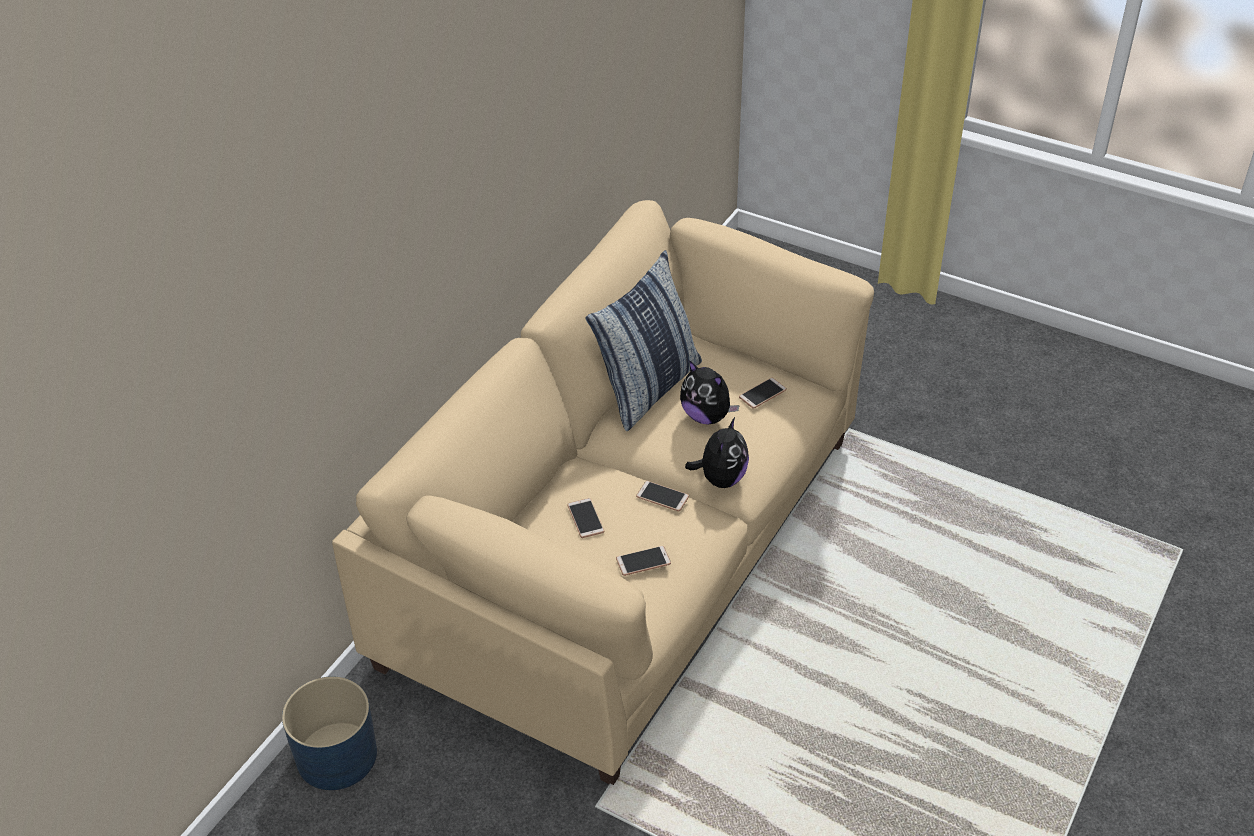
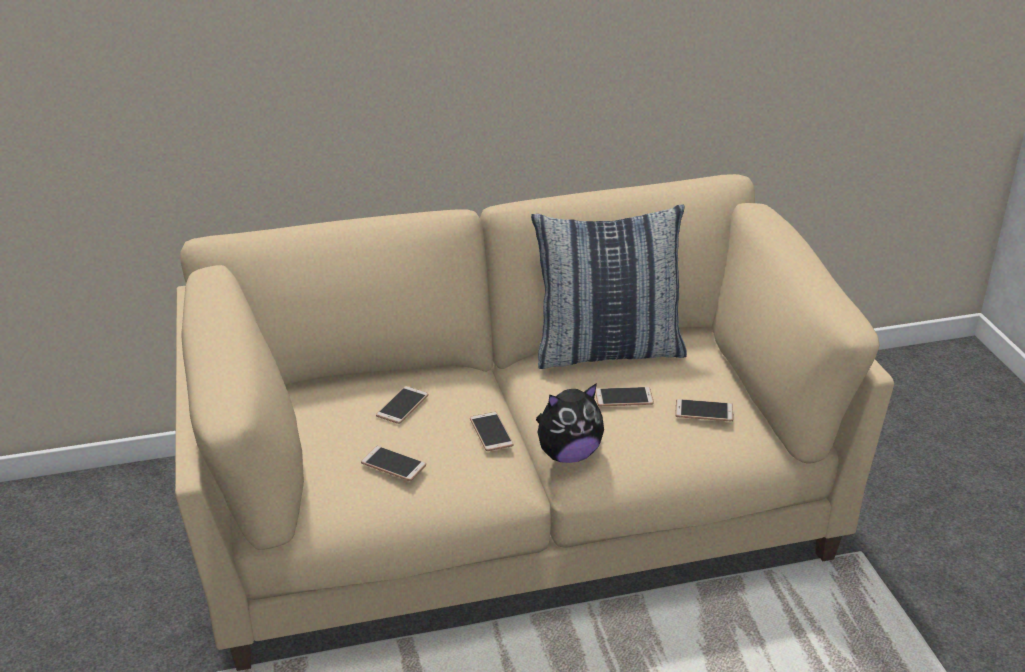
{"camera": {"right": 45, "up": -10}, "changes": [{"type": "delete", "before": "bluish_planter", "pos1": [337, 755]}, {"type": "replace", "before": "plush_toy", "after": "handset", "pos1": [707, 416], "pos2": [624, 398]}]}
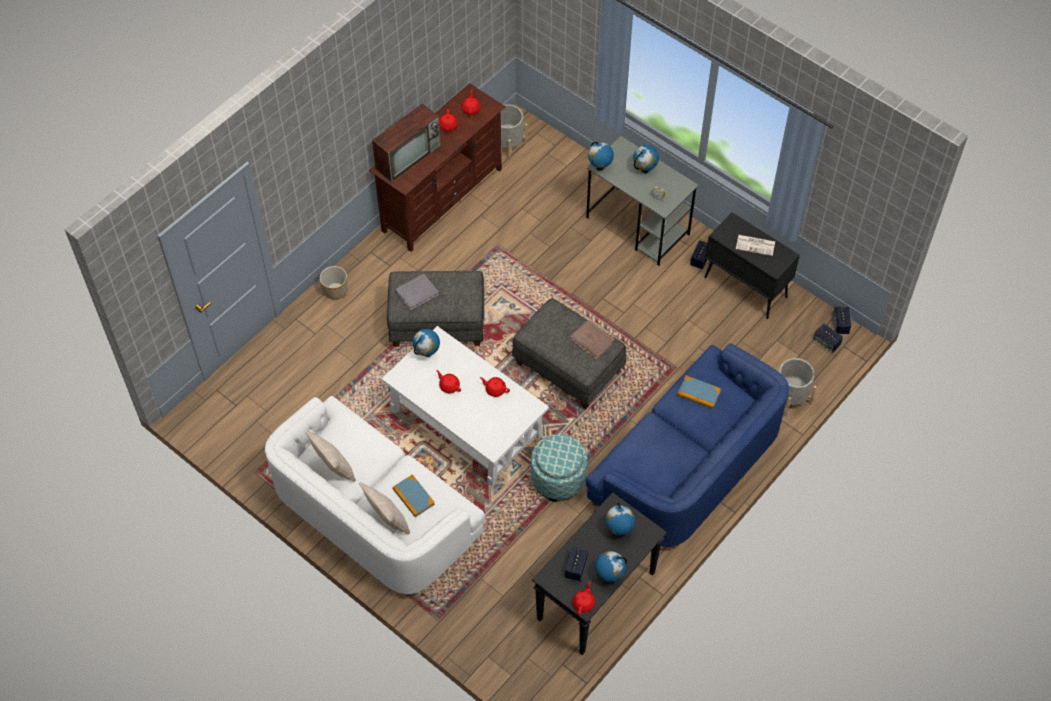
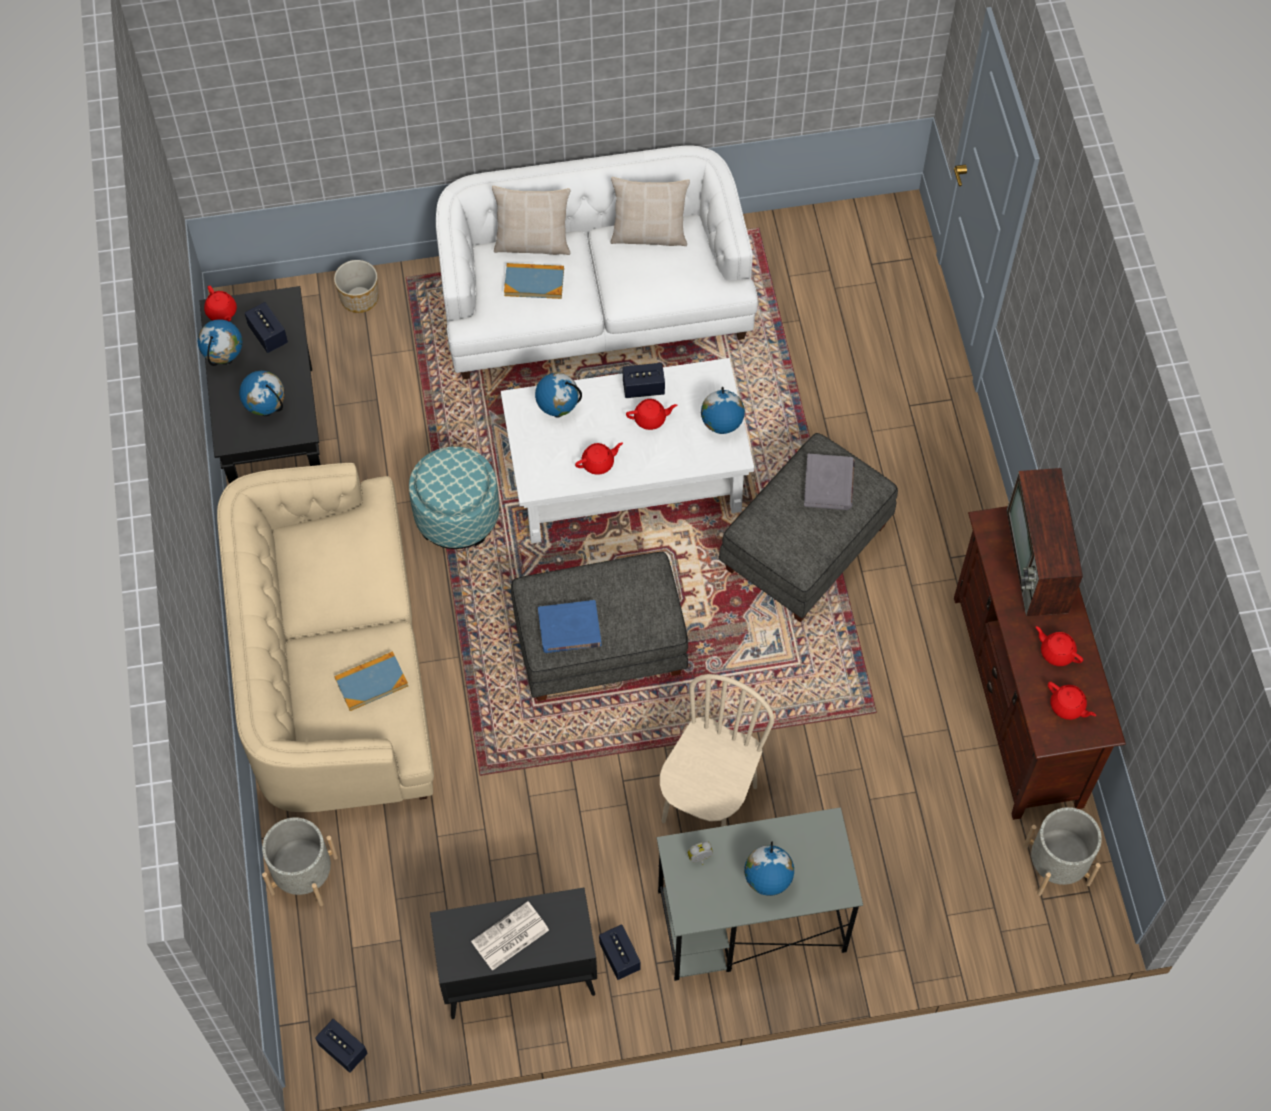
{"camera": {"right": 130, "up": 5}, "changes": [{"type": "insert", "after": "beige-coloured_plain_chair", "pos2": [708, 803]}, {"type": "move", "before": "planter", "pos1": [335, 290], "pos2": [360, 298]}, {"type": "move", "before": "globe", "pos1": [600, 167], "pos2": [558, 411]}, {"type": "move", "before": "audio_speaker", "pos1": [826, 342], "pos2": [643, 388]}, {"type": "recolor", "before": "brown-coloured_volume", "after": "bluish_volume", "pos1": [592, 340], "pos2": [569, 629]}, {"type": "recolor", "before": "bluish_sofa", "after": "beige-coloured_sofa", "pos1": [687, 465], "pos2": [336, 669]}]}
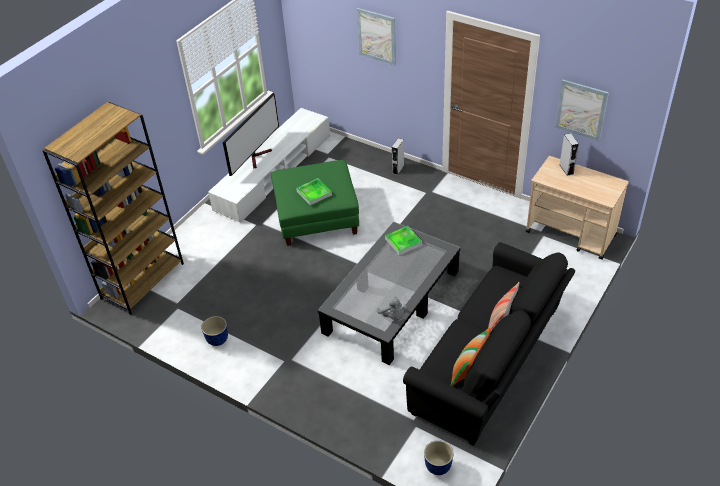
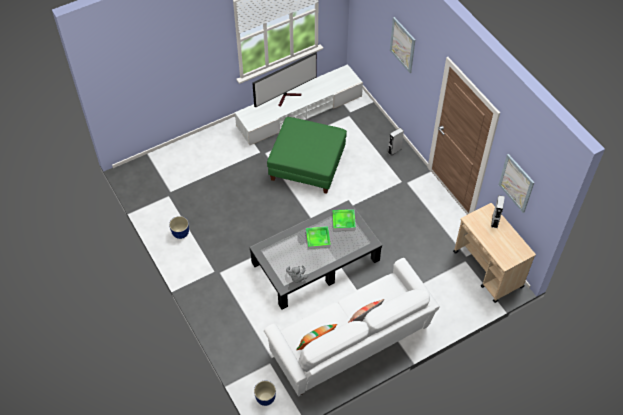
{"camera": {"right": 25, "up": 10}, "changes": [{"type": "delete", "before": "brown-coloured_bookshelf", "pos1": [143, 280]}, {"type": "move", "before": "tray", "pos1": [314, 193], "pos2": [318, 238]}, {"type": "recolor", "before": "blackish_sofa", "after": "white_sofa", "pos1": [491, 363], "pos2": [352, 343]}]}
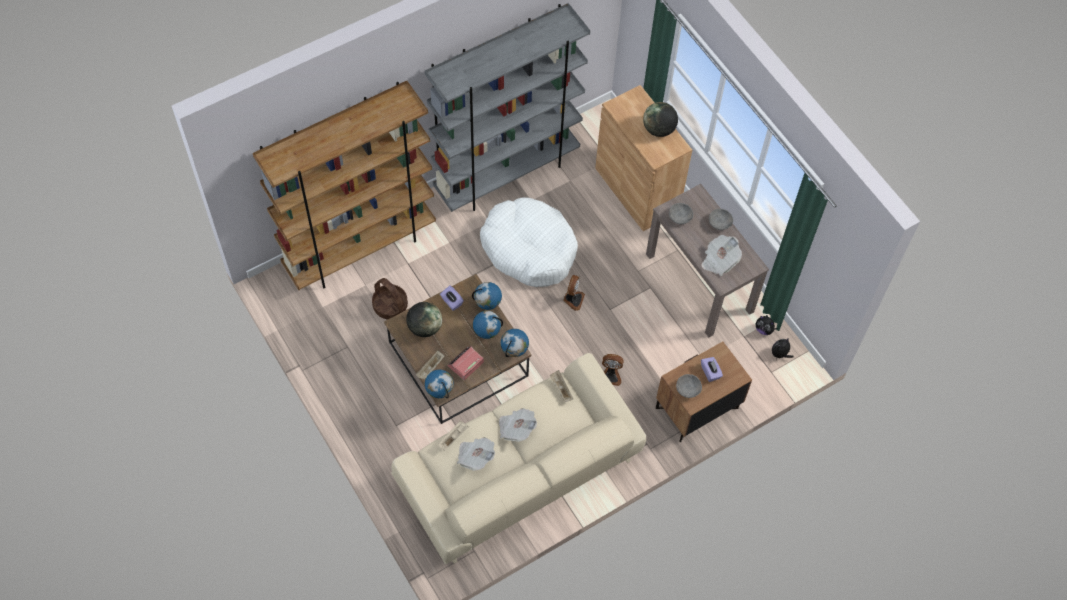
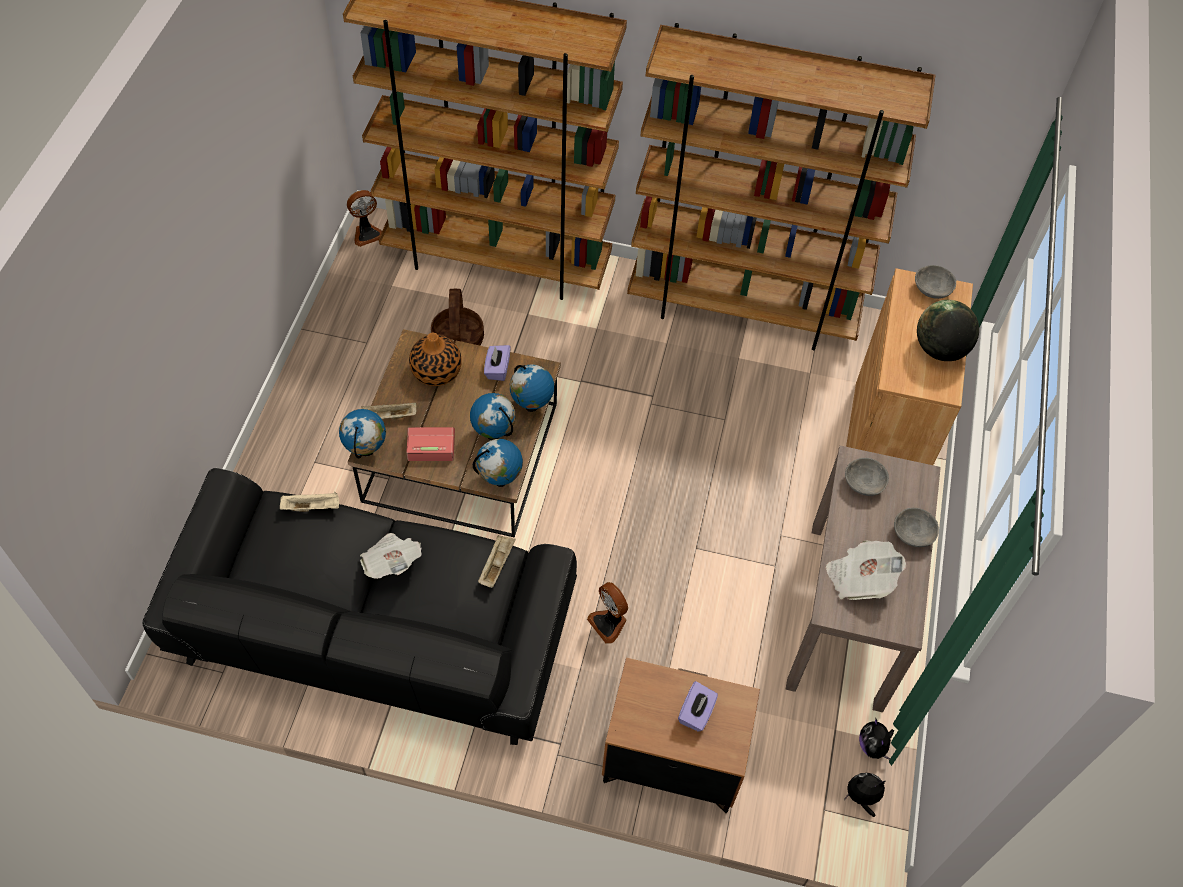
{"camera": {"right": 45, "up": -5}, "changes": [{"type": "delete", "before": "printed_paper", "pos1": [475, 457]}, {"type": "delete", "before": "white_pet_bed", "pos1": [529, 249]}, {"type": "move", "before": "fan", "pos1": [573, 299], "pos2": [367, 233]}, {"type": "move", "before": "grey_bowl", "pos1": [687, 390], "pos2": [931, 290]}, {"type": "replace", "before": "globe", "after": "vase", "pos1": [425, 328], "pos2": [436, 371]}, {"type": "recolor", "before": "beige-coloured_sofa", "after": "blackish_sofa", "pos1": [518, 473], "pos2": [373, 633]}, {"type": "recolor", "before": "grey_bookshelf", "after": "brown-coloured_bookshelf", "pos1": [507, 173], "pos2": [743, 310]}]}
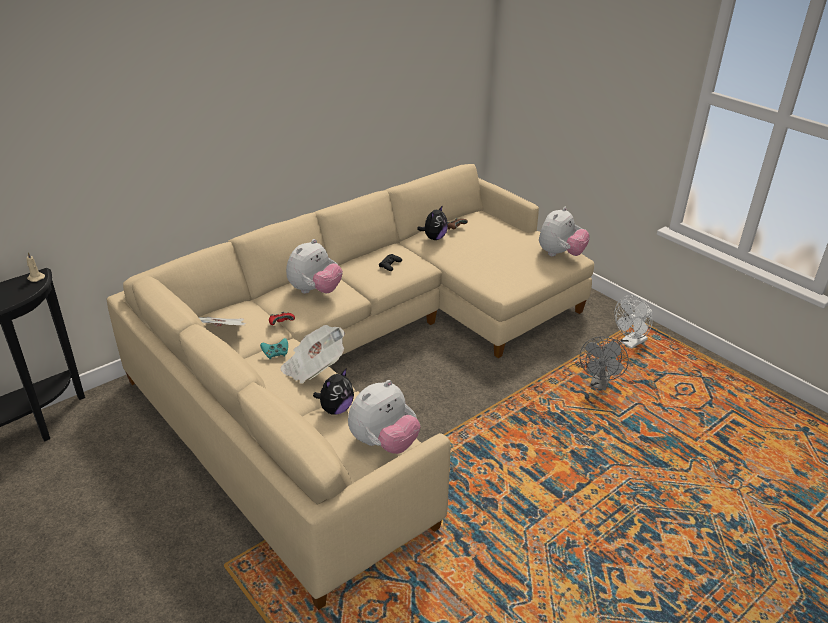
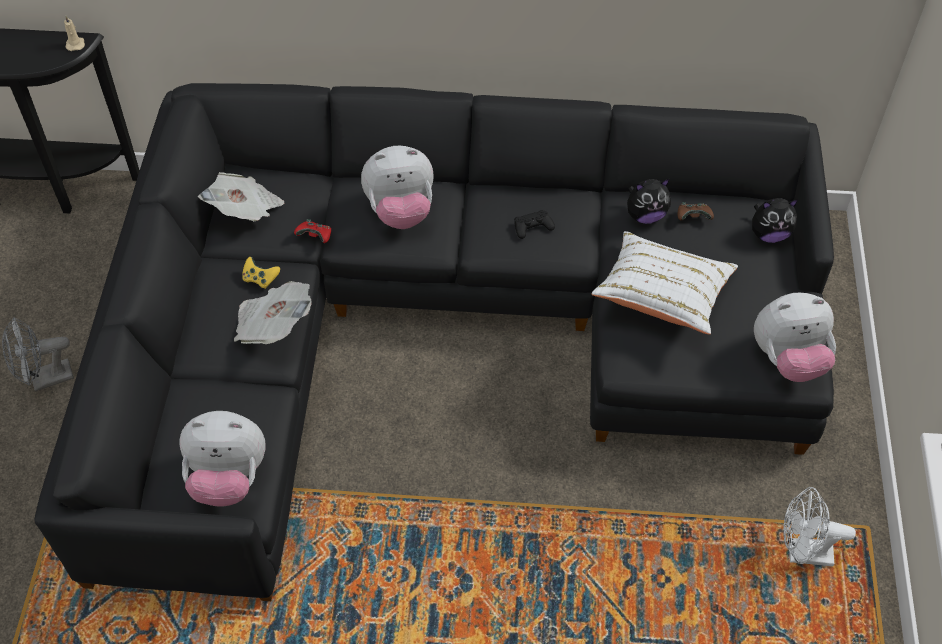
{"camera": {"right": 45, "up": 20}, "changes": [{"type": "insert", "after": "white_pillow", "pos2": [662, 296]}, {"type": "move", "before": "plush_toy", "pos1": [335, 409], "pos2": [769, 234]}, {"type": "move", "before": "grey_fan", "pos1": [599, 384], "pos2": [45, 379]}, {"type": "recolor", "before": "beige-coloured_sofa", "after": "blackish_sofa", "pos1": [363, 361], "pos2": [438, 329]}, {"type": "recolor", "before": "blue-green_game_controller", "after": "yellowish_game_controller", "pos1": [275, 354], "pos2": [260, 279]}]}
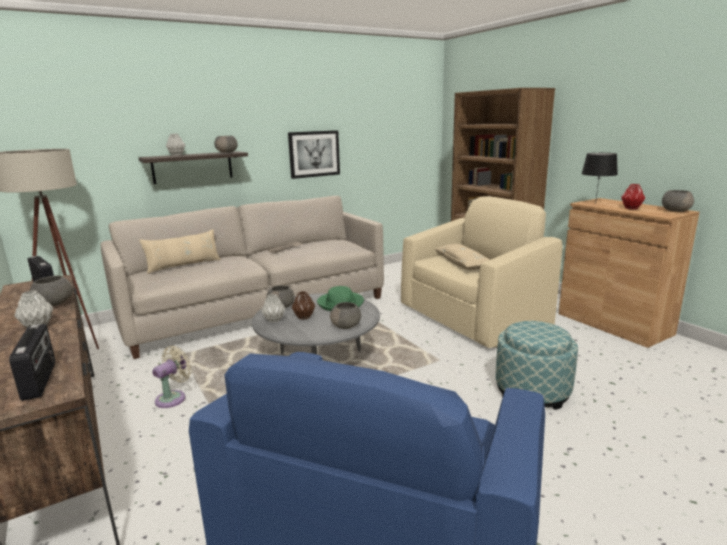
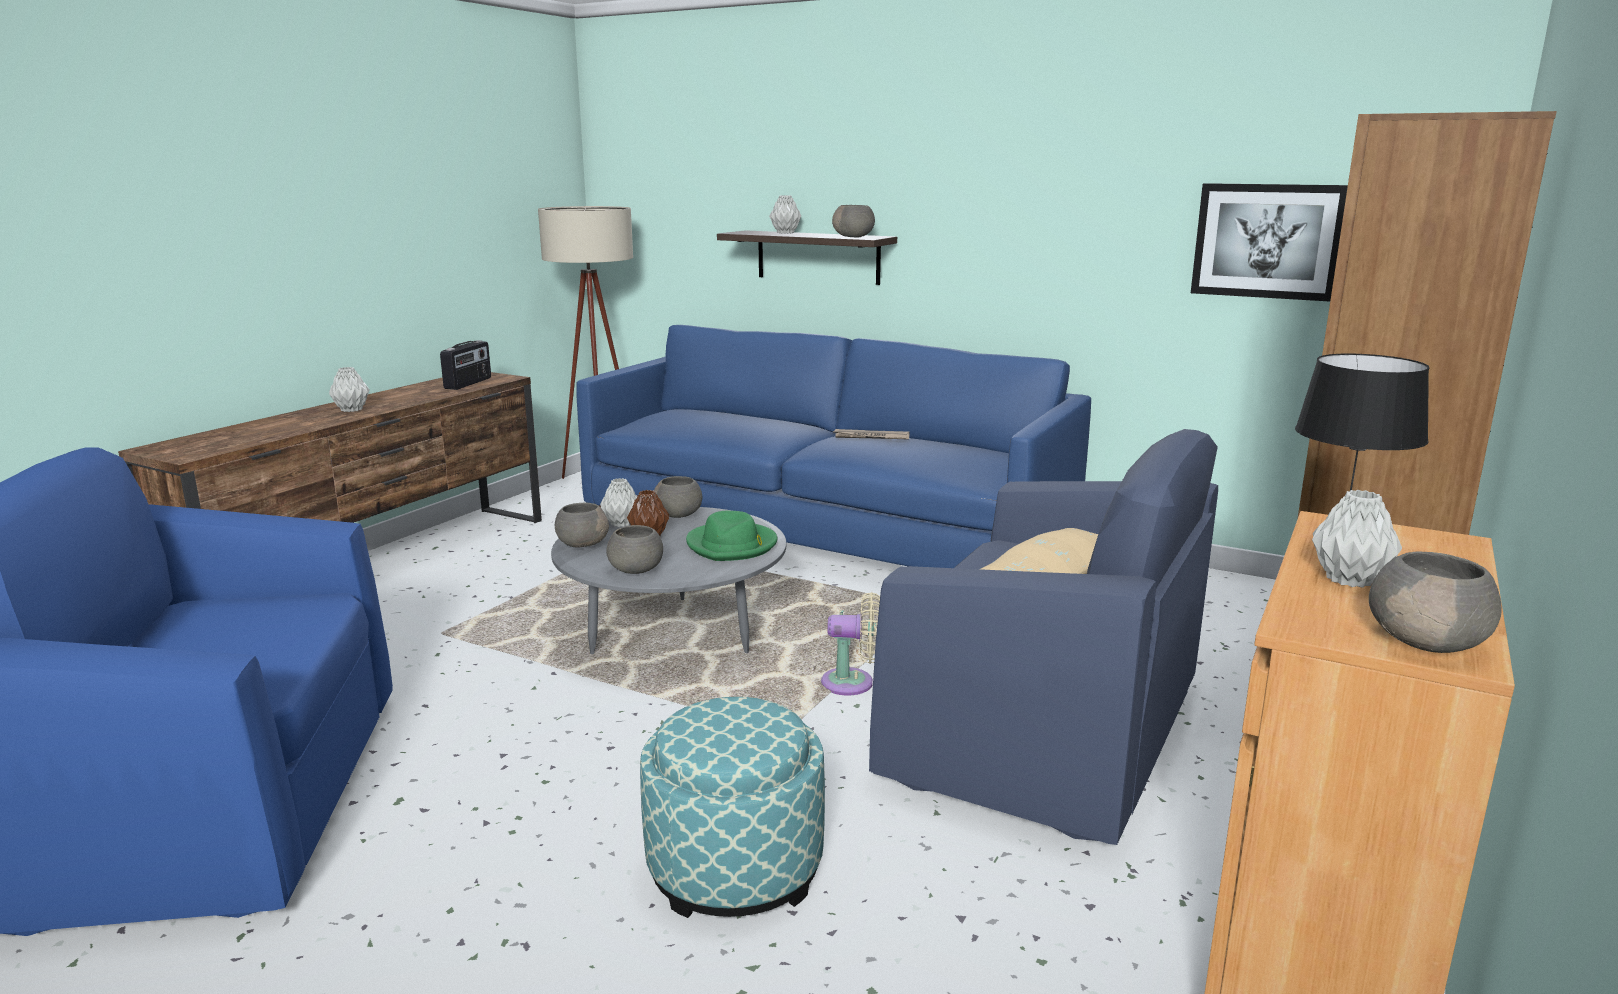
{"camera": {"right": 60, "up": 0}, "changes": [{"type": "delete", "before": "radio", "pos1": [40, 380]}, {"type": "delete", "before": "beige-coloured_pillow", "pos1": [184, 265]}, {"type": "move", "before": "grey_bowl", "pos1": [54, 304], "pos2": [582, 544]}, {"type": "move", "before": "beige-coloured_fan", "pos1": [173, 398], "pos2": [853, 683]}, {"type": "move", "before": "wall_picture", "pos1": [314, 154], "pos2": [1267, 241]}, {"type": "recolor", "before": "beige-coloured_sofa", "after": "bluish_sofa", "pos1": [256, 309], "pos2": [825, 536]}, {"type": "recolor", "before": "beige-coloured_easy_chair", "after": "bluish_easy_chair", "pos1": [472, 318], "pos2": [1044, 732]}, {"type": "recolor", "before": "reddish_vase", "after": "grey_vase", "pos1": [631, 208], "pos2": [1348, 579]}]}
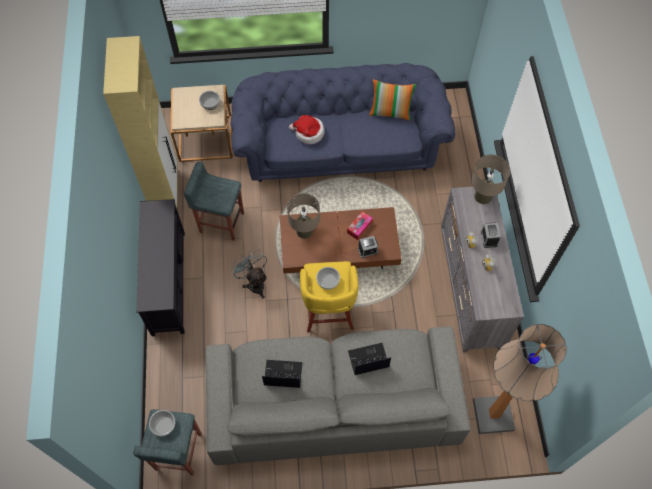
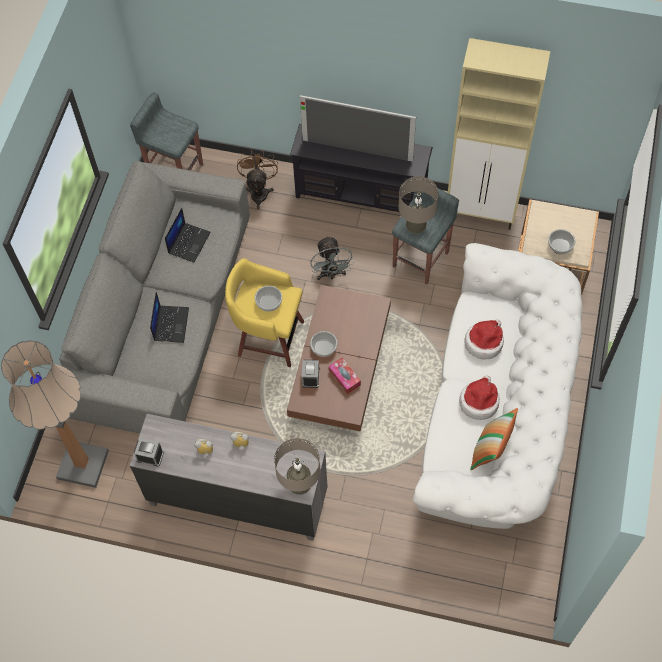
{"camera": {"right": 110, "up": 0}, "changes": [{"type": "insert", "after": "brown-coloured_fan", "pos2": [259, 191]}, {"type": "insert", "after": "TV", "pos2": [357, 150]}, {"type": "insert", "after": "wearable_hat", "pos2": [479, 401]}, {"type": "move", "before": "bowl", "pos1": [164, 425], "pos2": [323, 347]}, {"type": "move", "before": "beige-coloured_table_lamp", "pos1": [304, 231], "pos2": [416, 225]}, {"type": "move", "before": "table_clock", "pos1": [489, 238], "pos2": [150, 456]}, {"type": "recolor", "before": "bluish_sofa", "after": "white_sofa", "pos1": [339, 145], "pos2": [495, 415]}, {"type": "rotate", "before": "grey_fan", "pos1": [254, 283], "pos2": [331, 274], "turn": 90}]}
